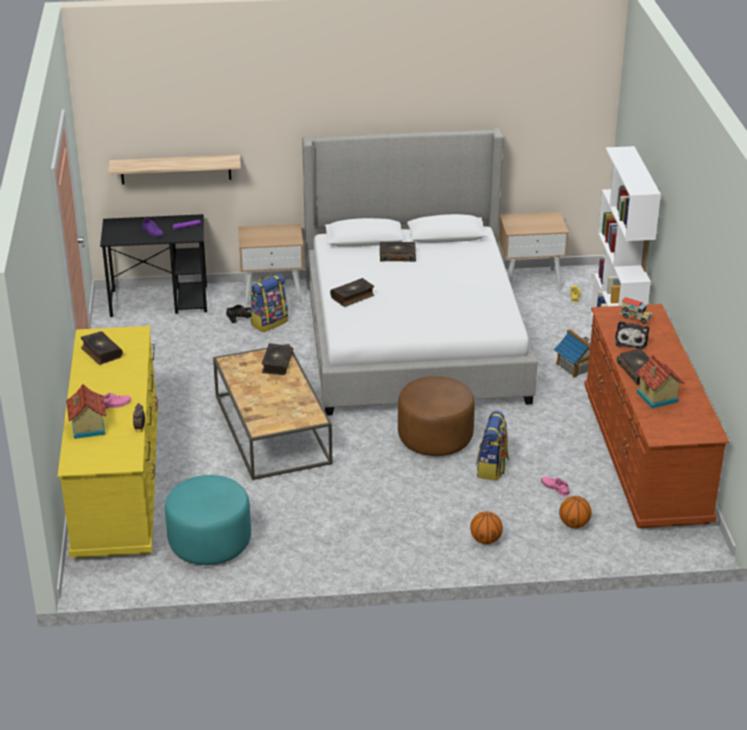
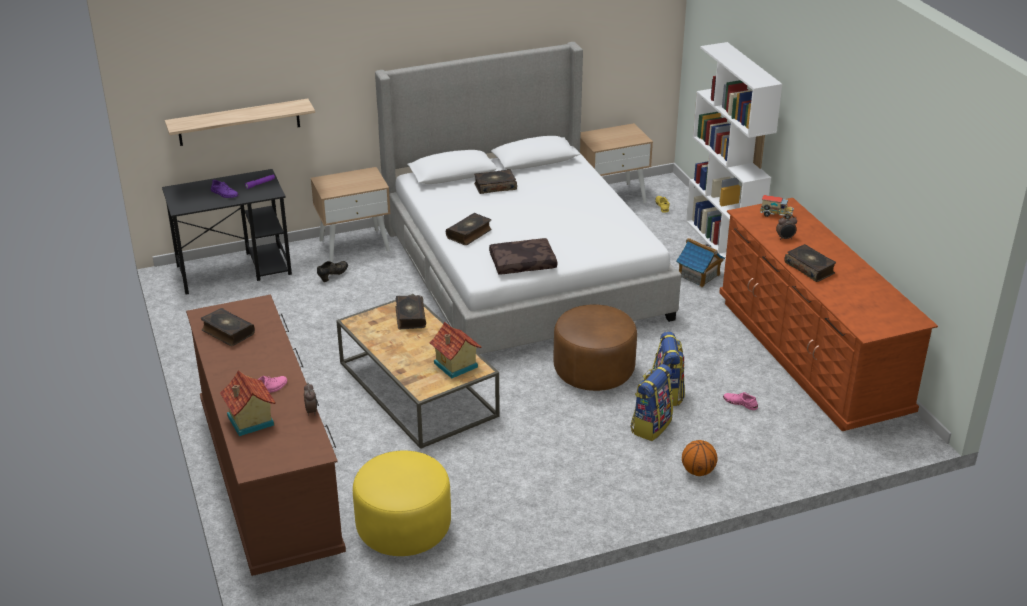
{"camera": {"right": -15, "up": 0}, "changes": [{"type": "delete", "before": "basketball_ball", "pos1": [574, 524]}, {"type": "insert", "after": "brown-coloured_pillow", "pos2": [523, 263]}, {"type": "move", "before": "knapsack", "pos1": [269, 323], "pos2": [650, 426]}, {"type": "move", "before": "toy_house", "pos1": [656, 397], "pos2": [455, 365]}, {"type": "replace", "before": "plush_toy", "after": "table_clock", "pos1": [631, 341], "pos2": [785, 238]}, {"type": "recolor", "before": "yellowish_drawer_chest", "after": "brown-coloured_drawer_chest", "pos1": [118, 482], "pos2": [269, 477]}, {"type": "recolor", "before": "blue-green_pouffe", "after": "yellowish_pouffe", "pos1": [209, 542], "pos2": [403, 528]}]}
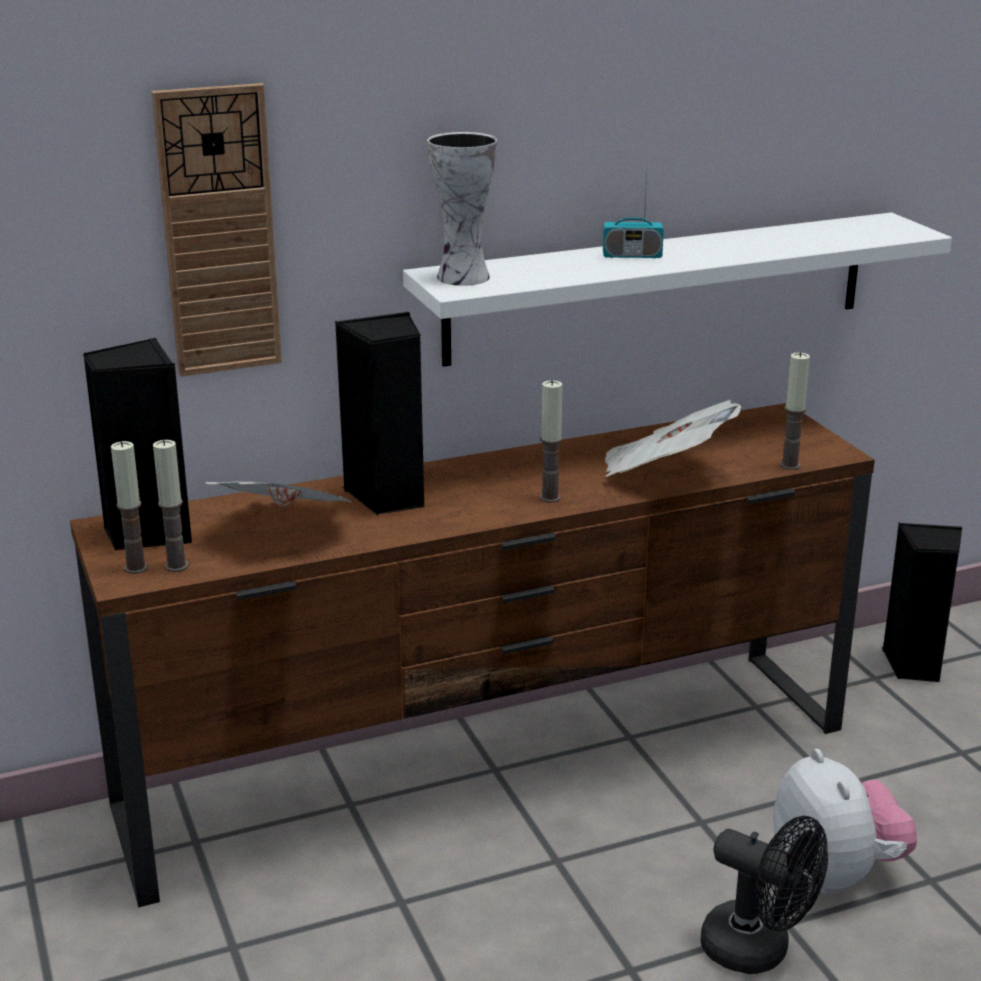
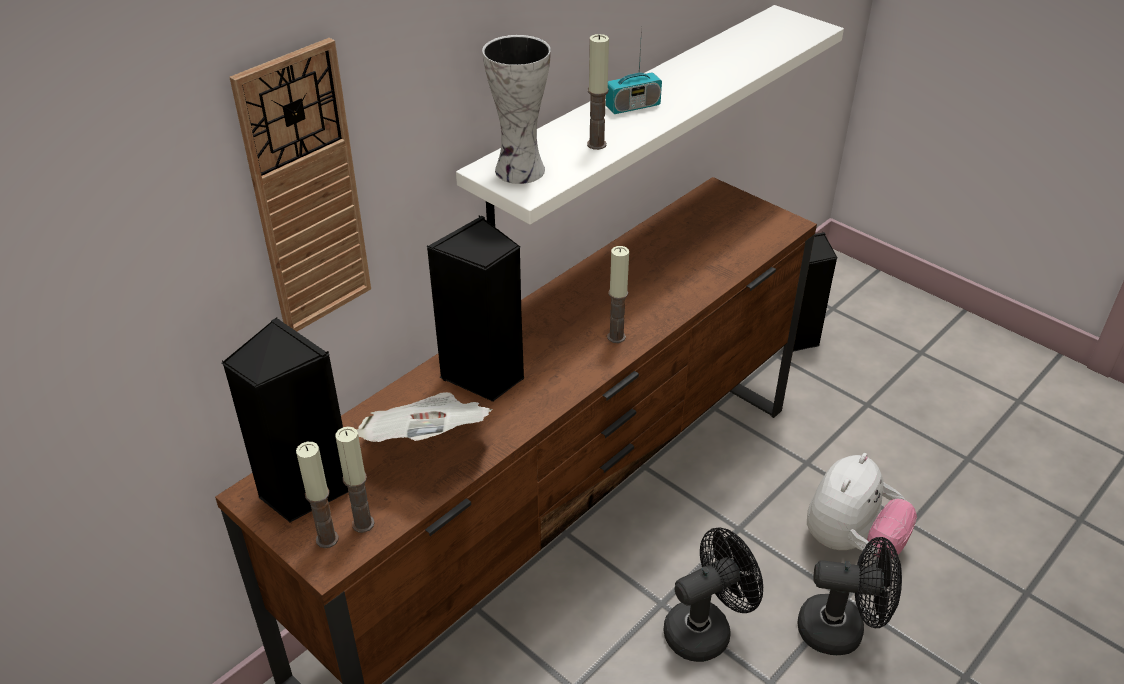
{"camera": {"right": -25, "up": 15}, "changes": [{"type": "delete", "before": "printed_paper", "pos1": [664, 472]}, {"type": "insert", "after": "blackish_fan", "pos2": [706, 629]}, {"type": "move", "before": "wax_light", "pos1": [790, 465], "pos2": [596, 144]}, {"type": "rotate", "before": "plush_toy", "pos1": [835, 874], "pos2": [851, 542], "turn": 75}]}
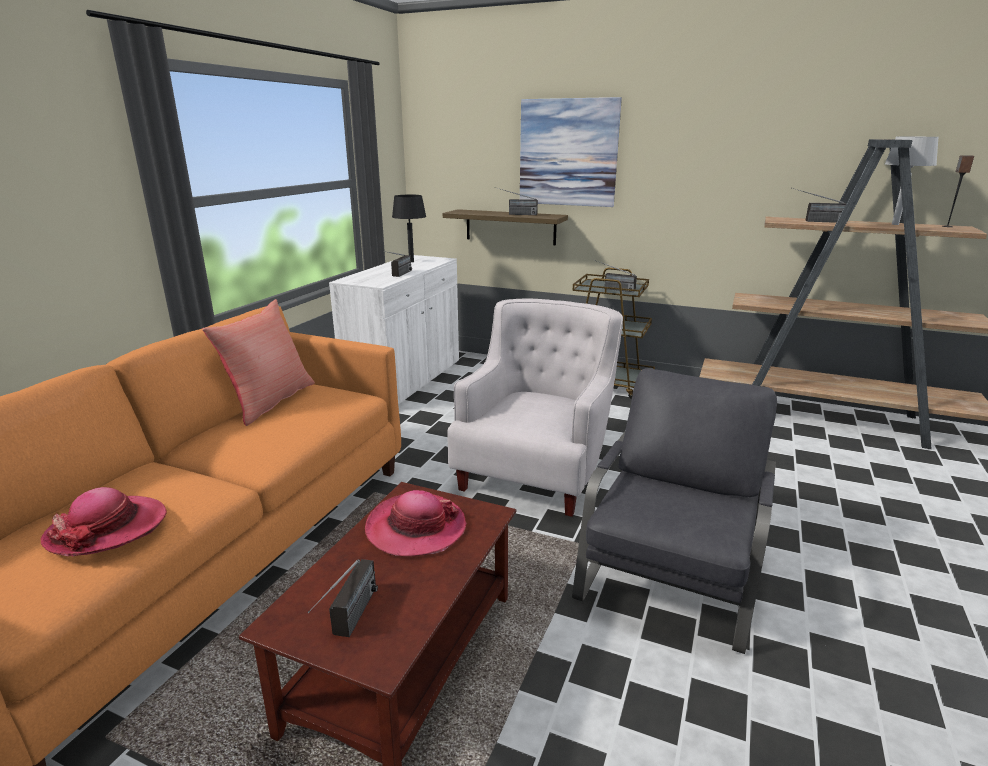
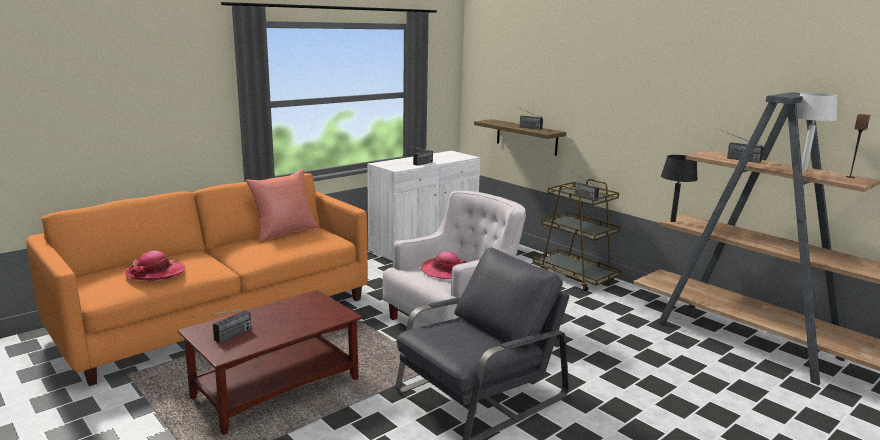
{"camera": {"right": 25, "up": -5}, "changes": [{"type": "delete", "before": "wall_picture", "pos1": [568, 153]}, {"type": "move", "before": "wearable_hat", "pos1": [416, 528], "pos2": [446, 270]}, {"type": "move", "before": "blackish_table_lamp", "pos1": [411, 261], "pos2": [673, 221]}]}
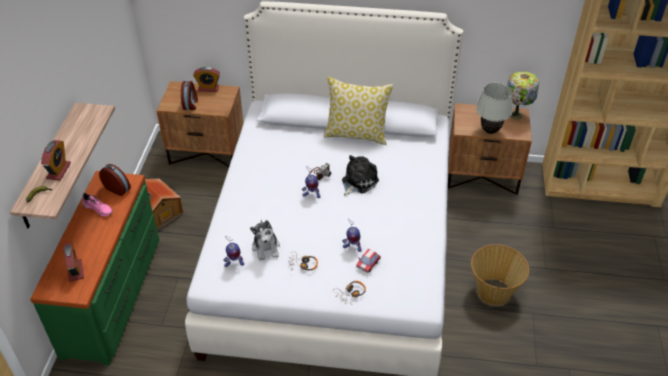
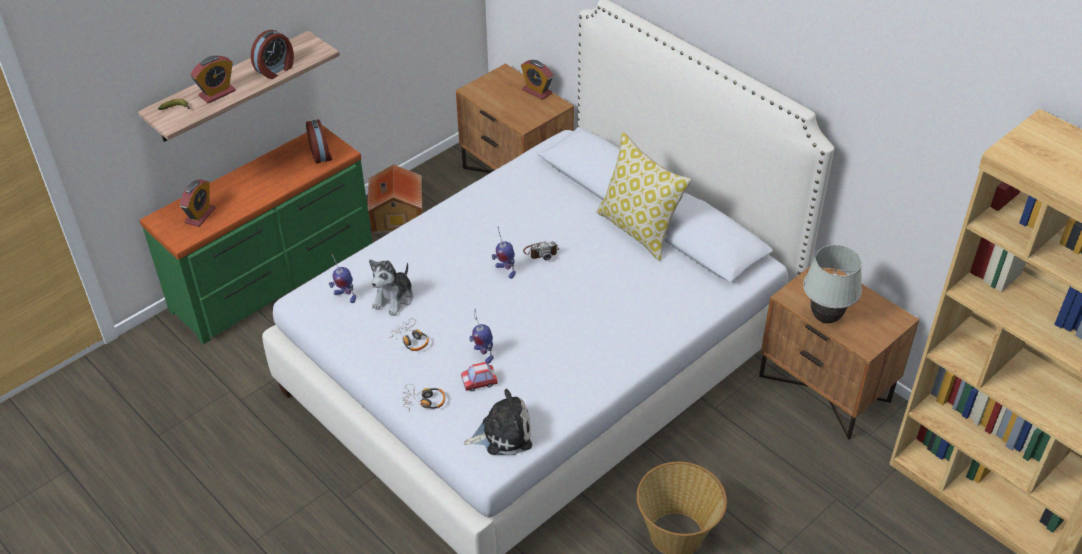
{"camera": {"right": 40, "up": 0}, "changes": [{"type": "delete", "before": "pink-coloured_low_shoe", "pos1": [98, 209]}, {"type": "delete", "before": "table_lamp", "pos1": [517, 115]}, {"type": "move", "before": "table_clock", "pos1": [191, 104], "pos2": [276, 69]}, {"type": "move", "before": "plush_toy", "pos1": [358, 182], "pos2": [503, 434]}]}
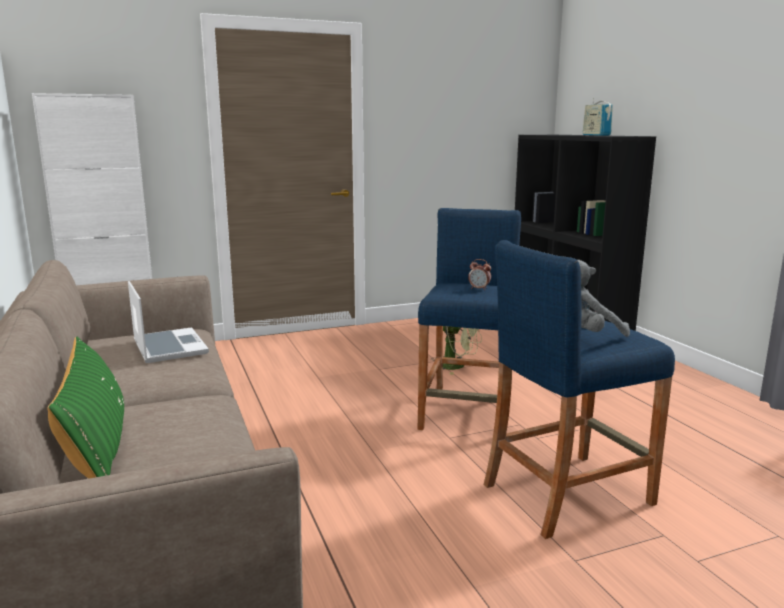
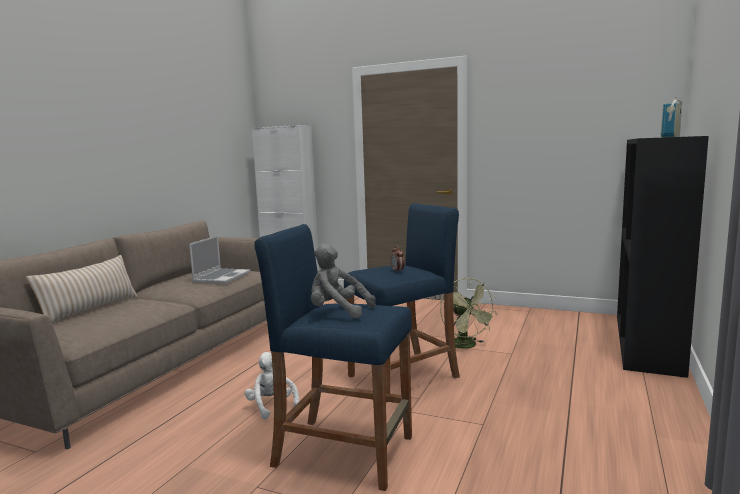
{"camera": {"right": 45, "up": -5}, "changes": [{"type": "insert", "after": "white_plush_toy", "pos2": [272, 406]}, {"type": "recolor", "before": "greenish_pillow", "after": "beige-coloured_pillow", "pos1": [96, 446], "pos2": [90, 309]}]}
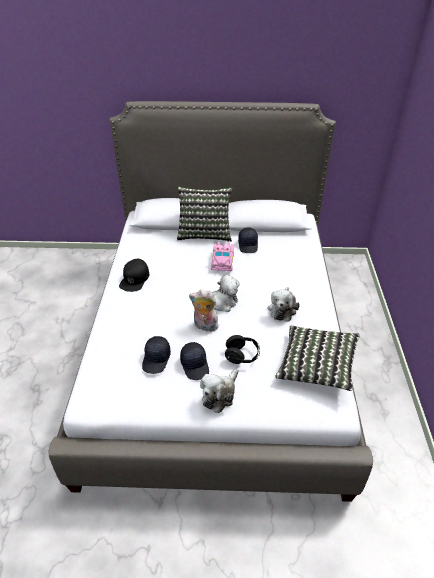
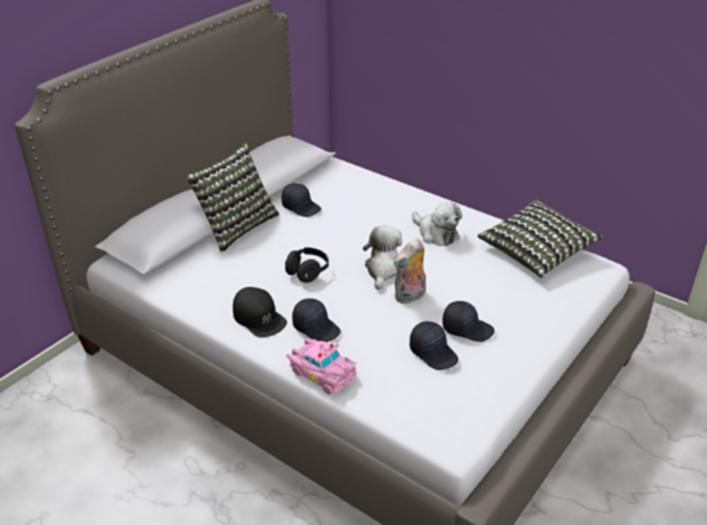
{"camera": {"right": -55, "up": -5}, "changes": [{"type": "delete", "before": "plush_toy", "pos1": [220, 394]}, {"type": "insert", "after": "blackish_cap", "pos2": [316, 327]}, {"type": "move", "before": "pink-coloured_toy_car", "pos1": [223, 261], "pos2": [322, 372]}, {"type": "move", "before": "blackish_headphones", "pos1": [242, 356], "pos2": [307, 272]}]}
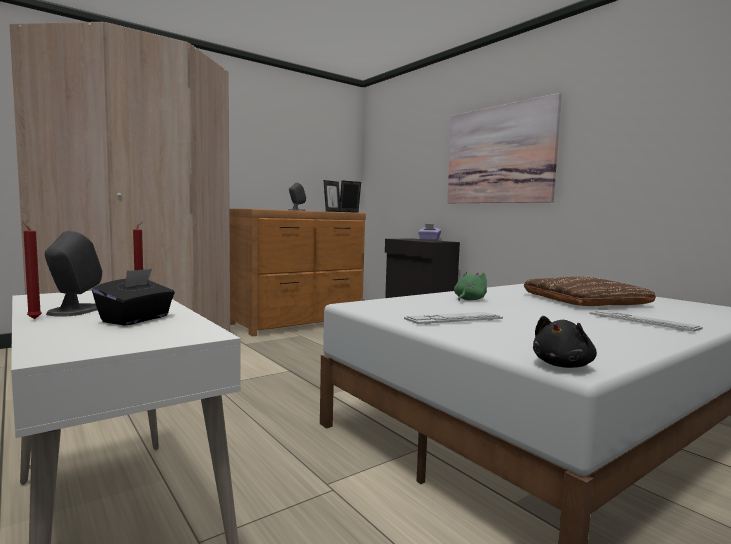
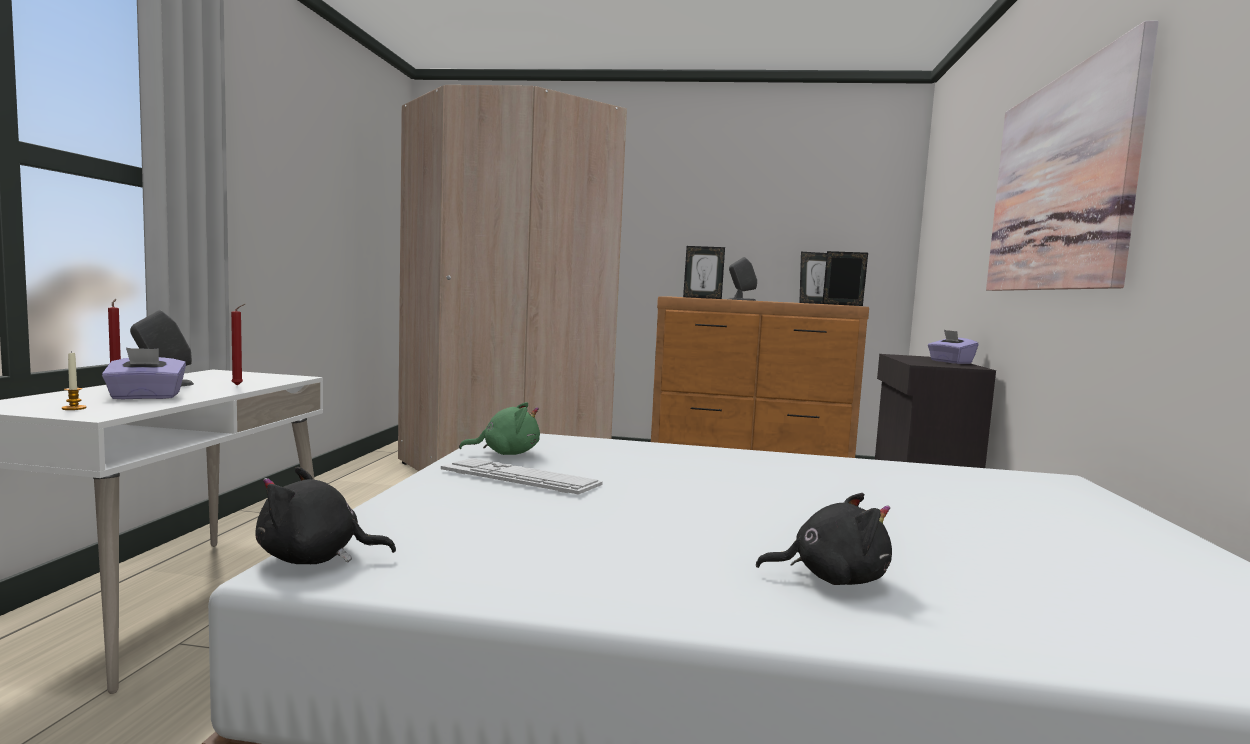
{"camera": {"right": 45, "up": 0}, "changes": [{"type": "delete", "before": "brown-coloured_pillow", "pos1": [584, 300]}, {"type": "insert", "after": "wax_light", "pos2": [74, 408]}, {"type": "insert", "after": "standing_frame", "pos2": [702, 298]}, {"type": "move", "before": "greenish_plush_toy", "pos1": [468, 300], "pos2": [506, 453]}, {"type": "replace", "before": "keyboard", "after": "blackish_plush_toy", "pos1": [642, 322], "pos2": [831, 578]}, {"type": "recolor", "before": "blackish_tissue_holder", "after": "purplish_tissue_holder", "pos1": [136, 319], "pos2": [146, 397]}]}
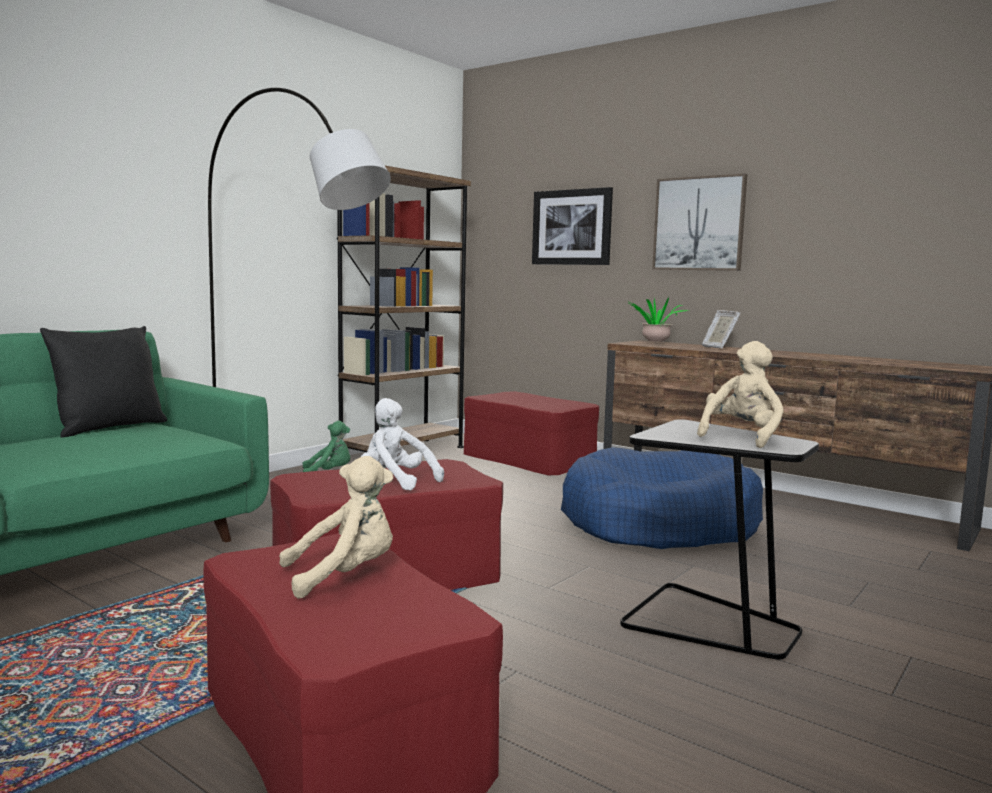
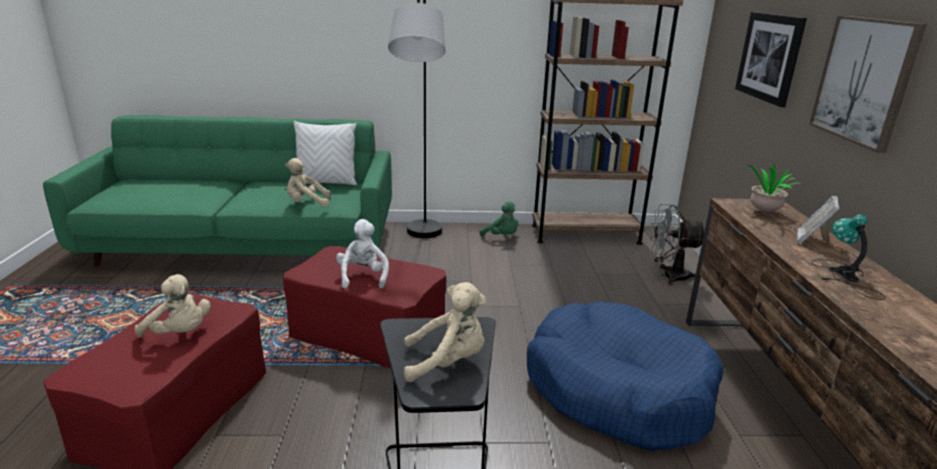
{"camera": {"right": 50, "up": 15}, "changes": [{"type": "insert", "after": "beige-coloured_plush_toy", "pos2": [306, 204]}, {"type": "insert", "after": "table_lamp", "pos2": [844, 277]}, {"type": "replace", "before": "reddish_pouffe", "after": "grey_fan", "pos1": [529, 459], "pos2": [668, 276]}, {"type": "recolor", "before": "blackish_pillow", "after": "white_pillow", "pos1": [110, 428], "pos2": [326, 183]}]}
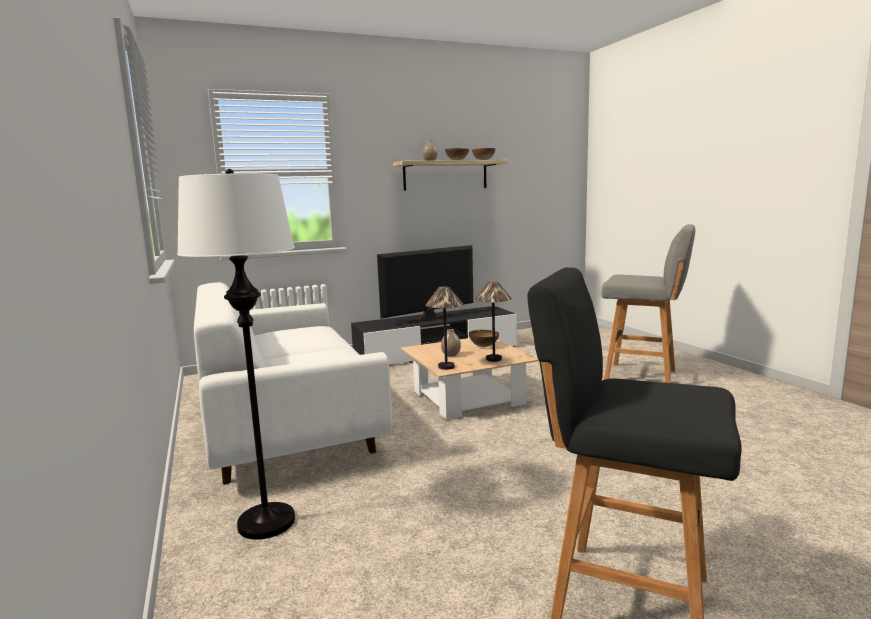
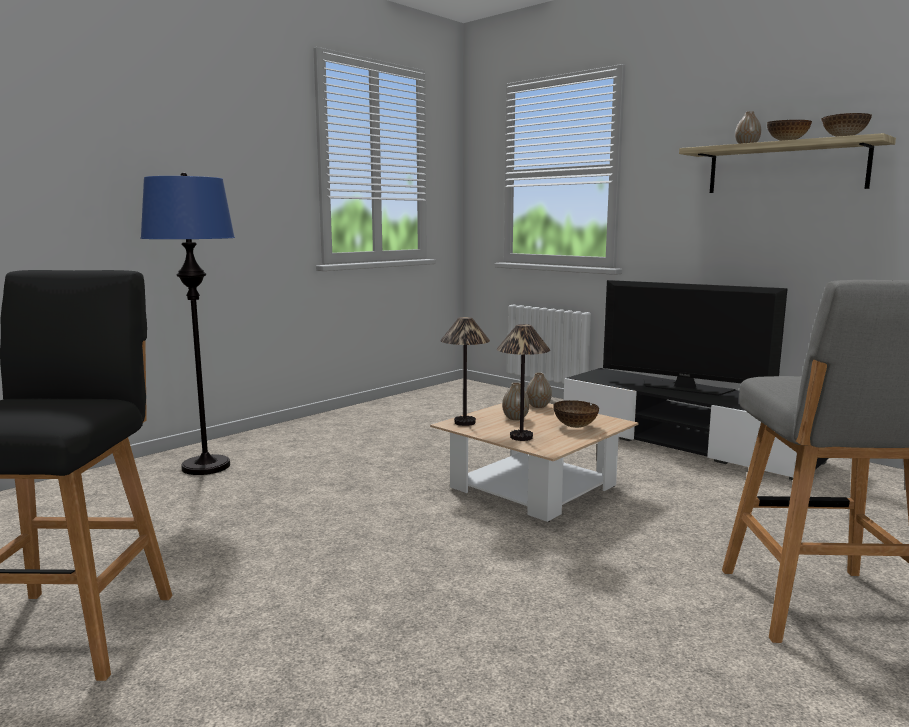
{"camera": {"right": 65, "up": 0}, "changes": [{"type": "delete", "before": "white_sofa", "pos1": [287, 422]}, {"type": "insert", "after": "vase", "pos2": [538, 406]}, {"type": "recolor", "before": "white_standing_lamp", "after": "bluish_standing_lamp", "pos1": [266, 522], "pos2": [206, 466]}]}
